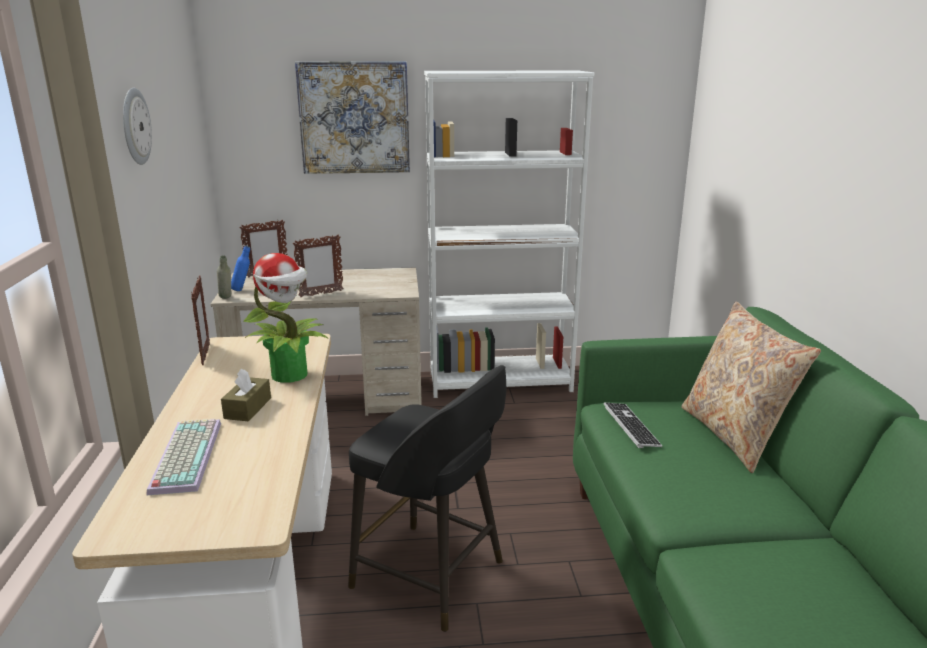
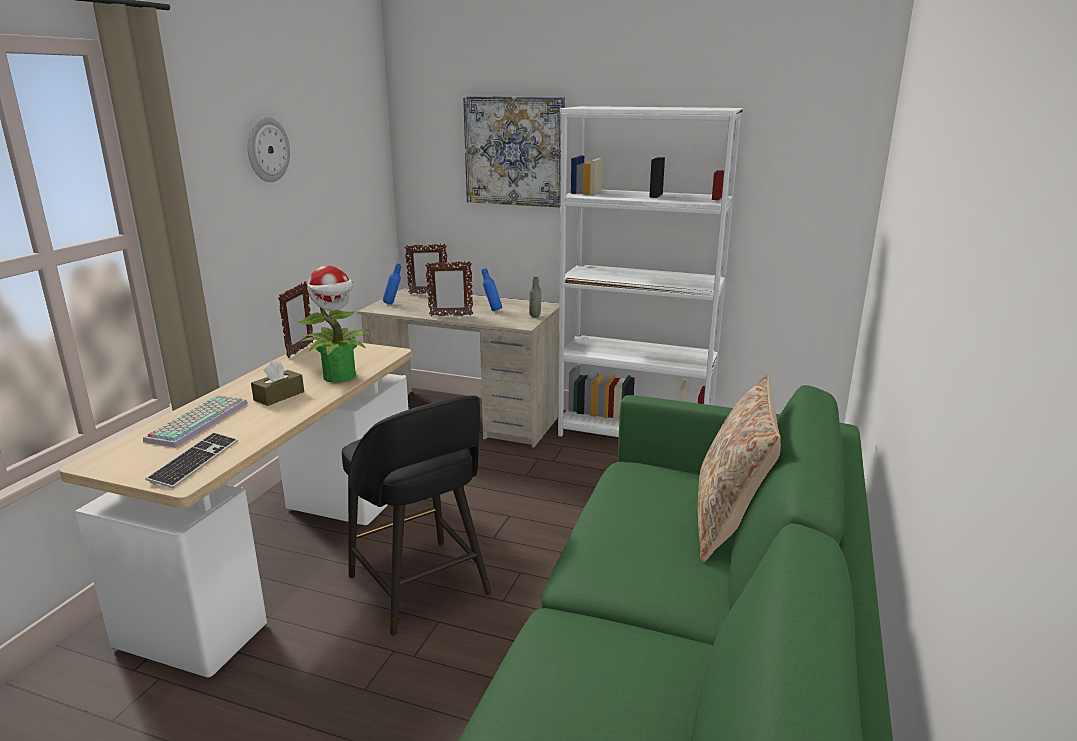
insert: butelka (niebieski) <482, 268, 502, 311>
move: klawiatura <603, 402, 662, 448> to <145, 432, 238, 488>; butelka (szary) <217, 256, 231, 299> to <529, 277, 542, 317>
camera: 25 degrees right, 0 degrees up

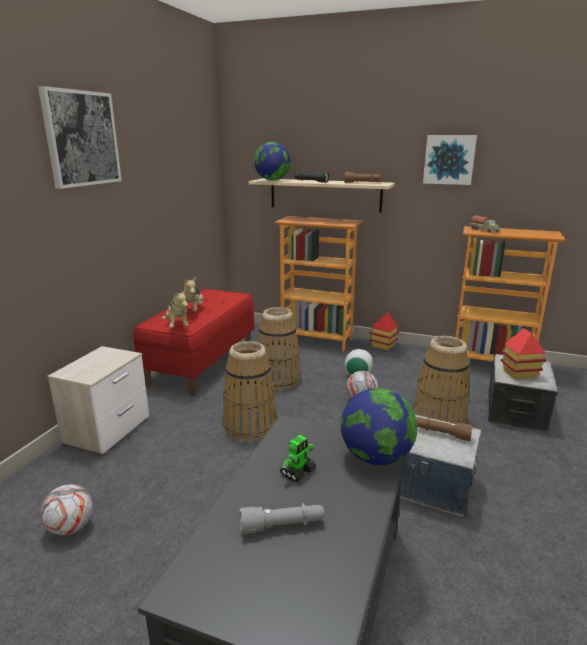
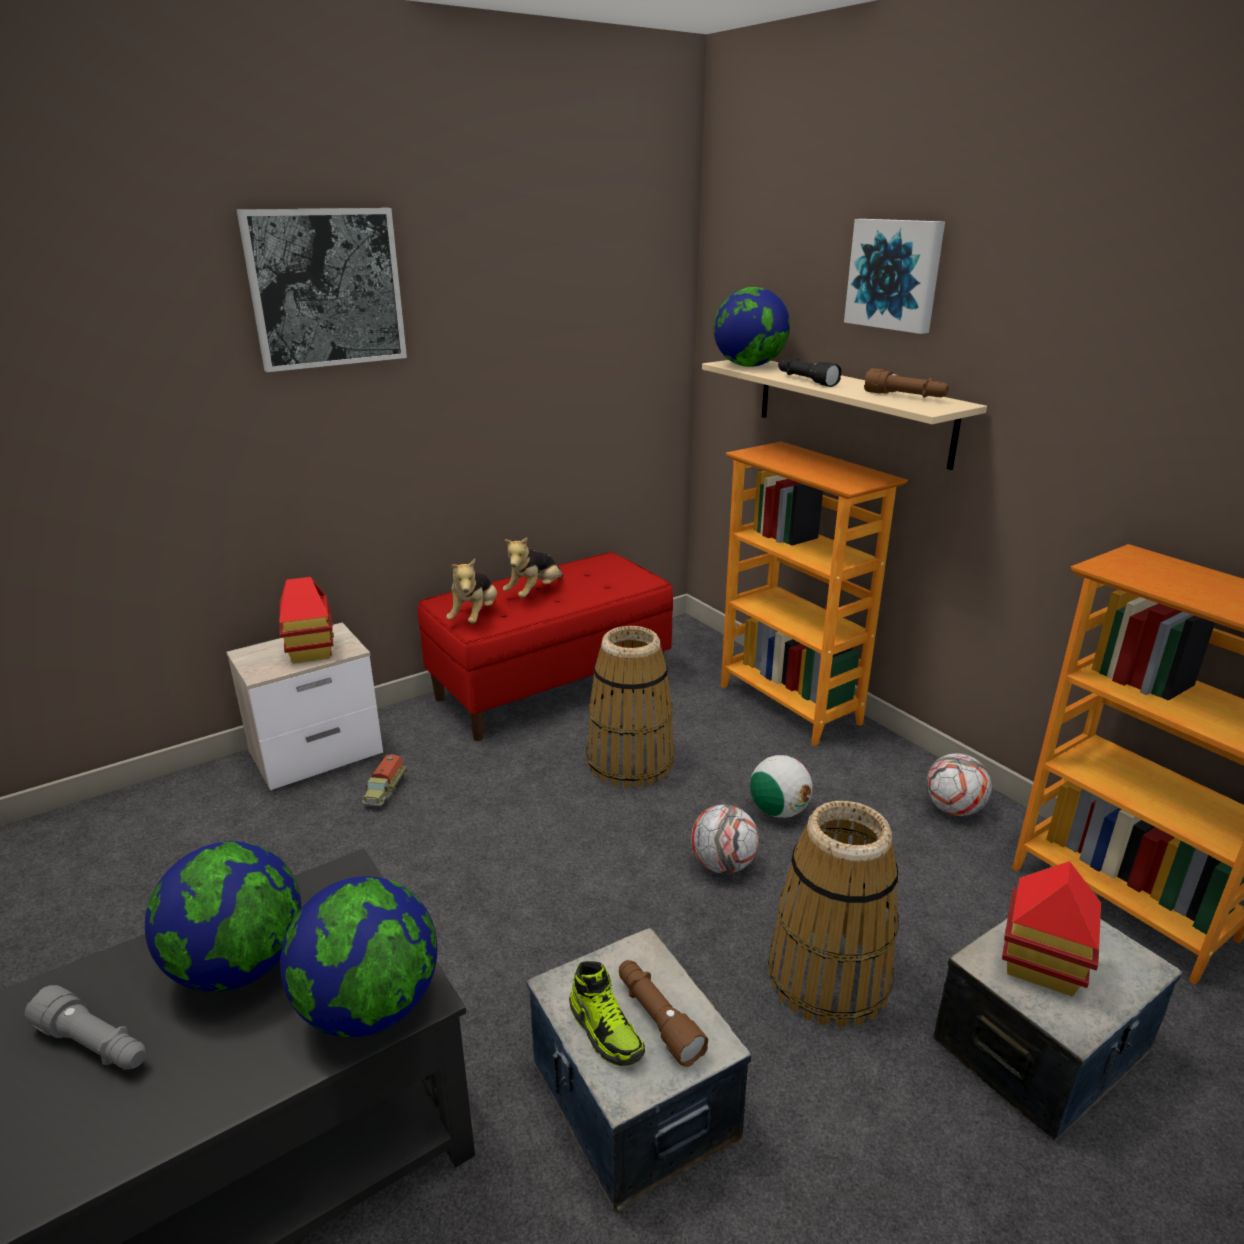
delete: koszyk <222, 341, 277, 442>
insert: but <569, 961, 645, 1066>
move: domek <369, 313, 399, 351> to <279, 577, 334, 664>; ciężarówka zabawkowa <469, 215, 500, 233> to <362, 754, 407, 807>; obraz <423, 135, 477, 185> to <844, 219, 945, 334>; piłka futbolowa <41, 484, 93, 535> to <926, 753, 992, 816>
replace: robot zabawkowy <280, 435, 316, 482> to globus <145, 841, 301, 992>
camera: 35 degrees right, 5 degrees up

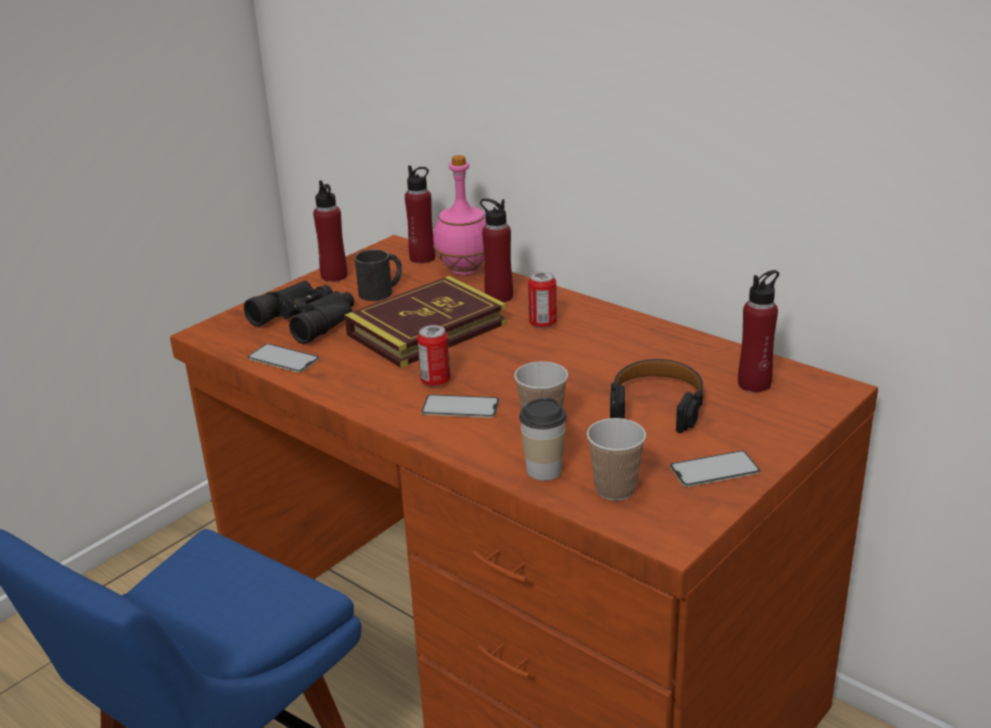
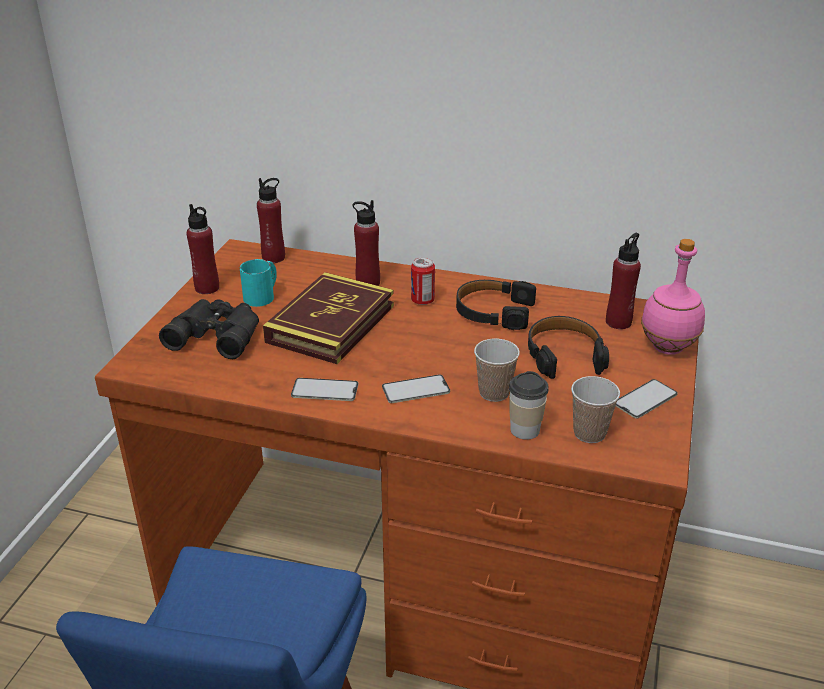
delete: puszka <417, 325, 451, 387>
insert: słuchawki (czarny) <456, 280, 536, 330>
move: telefon <248, 344, 319, 373> to <291, 378, 358, 401>; butelka (różowy) <433, 155, 486, 275> to <641, 239, 705, 355>
recolor: kubek (czarny) <355, 249, 402, 301> to kubek (turkusowy) <240, 259, 277, 307>
camera: 25 degrees left, 5 degrees up

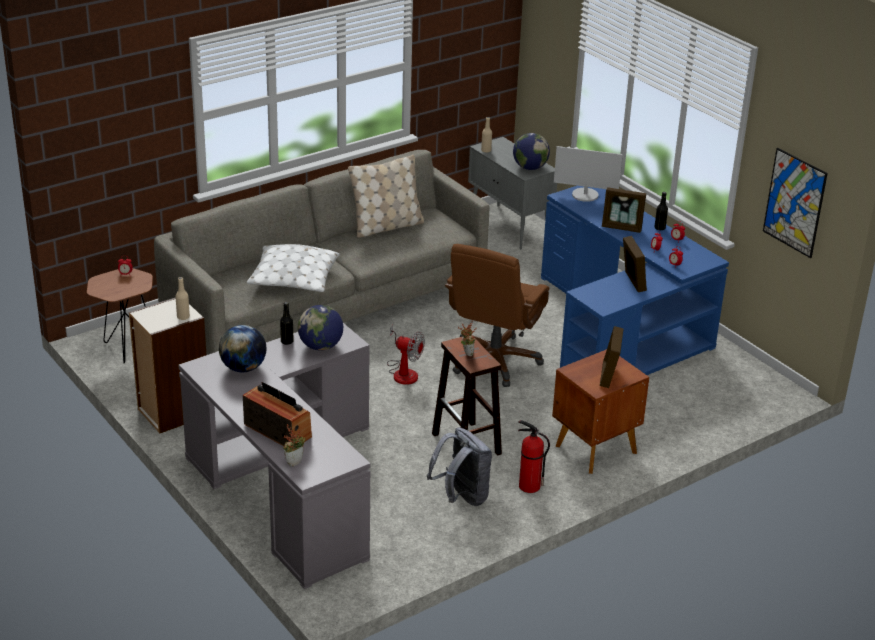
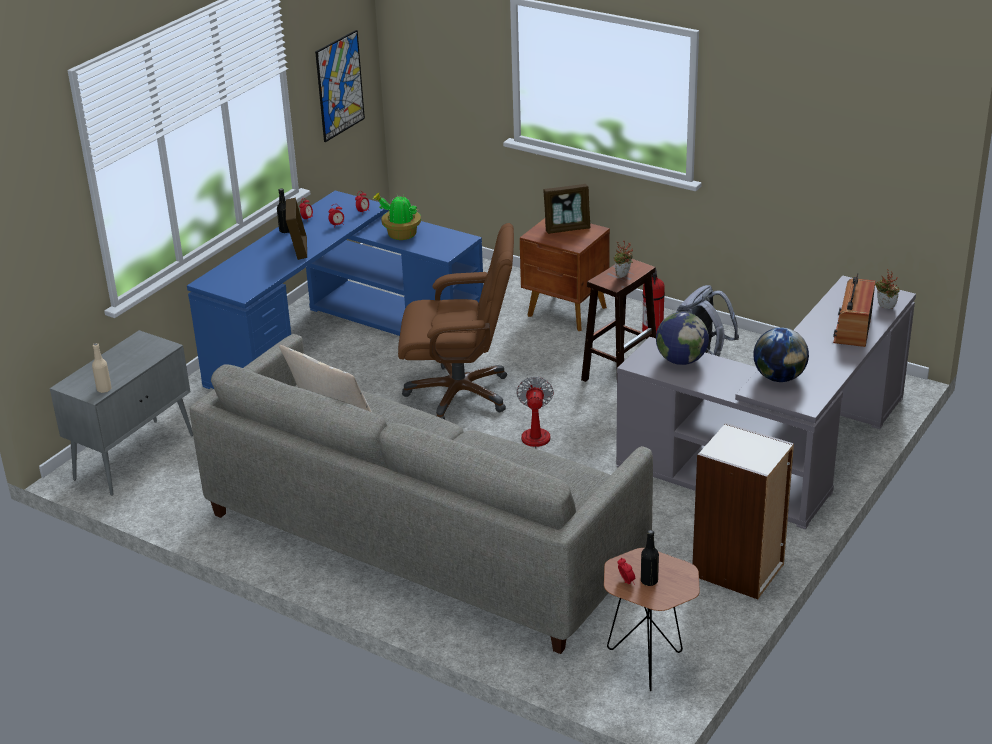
delete: butelka (beżowy) <175, 277, 190, 320>; poduszka (biały) <247, 244, 340, 292>; globus <513, 133, 550, 170>; monitor <554, 146, 623, 202>
move: butelka (czarny) <280, 302, 294, 345> to <641, 530, 659, 586>
replace: ramka na zdjęcie <623, 236, 647, 292> to roślina doniczkowa <372, 193, 421, 240>
camera: 110 degrees left, 0 degrees up

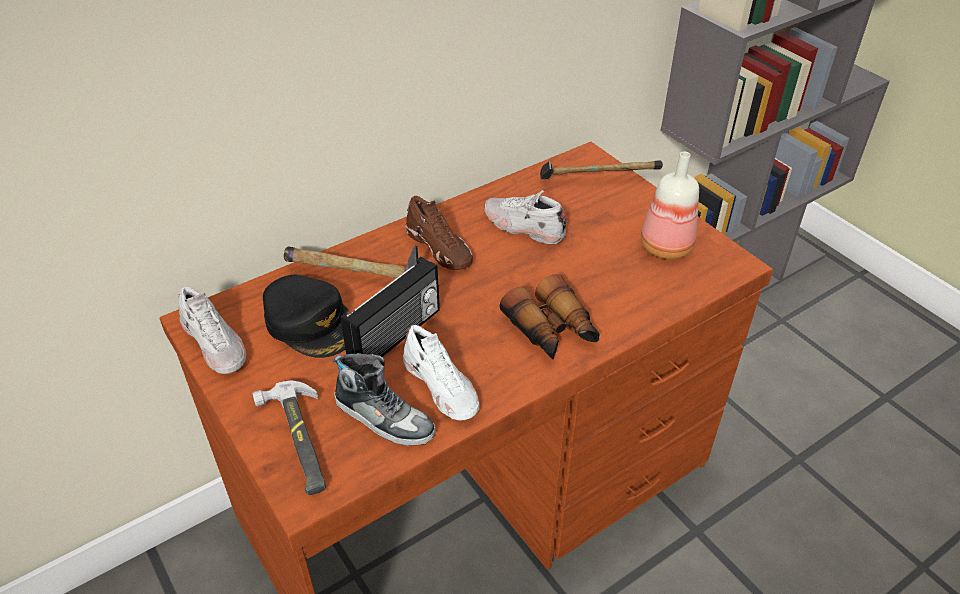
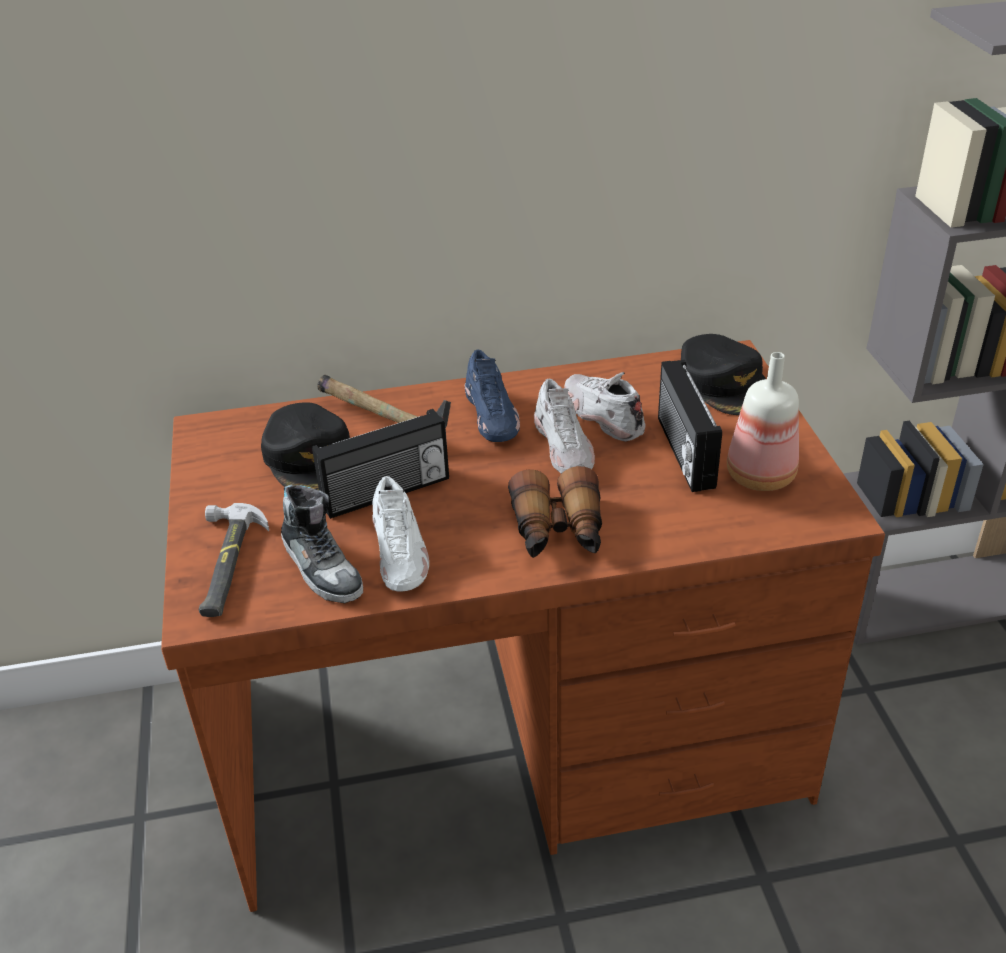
insert: radio <658, 360, 722, 492>
move: but (biały) <178, 286, 246, 374> to <534, 379, 595, 474>
replace: młotek <540, 160, 663, 179> to czapka z daszkiem (czarny) <681, 334, 766, 415>
recolor: but (brązowy) <405, 196, 473, 270> to but (niebieski) <464, 350, 520, 442>
camera: 25 degrees right, 5 degrees down

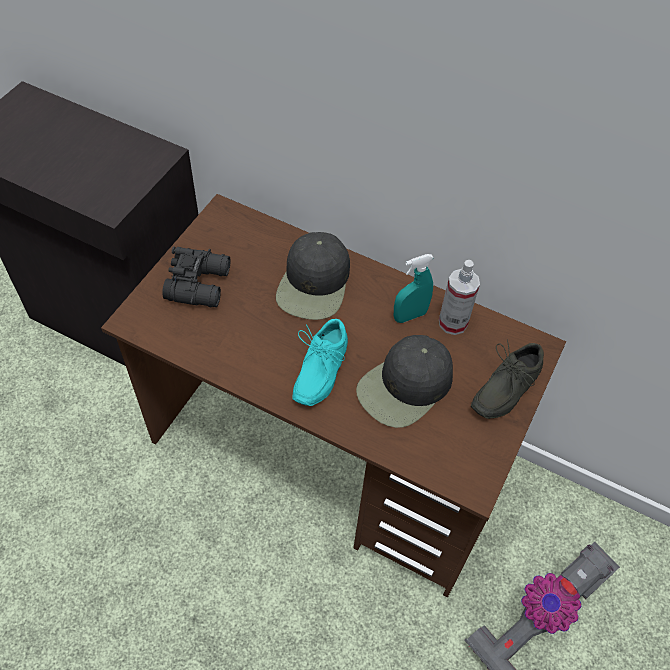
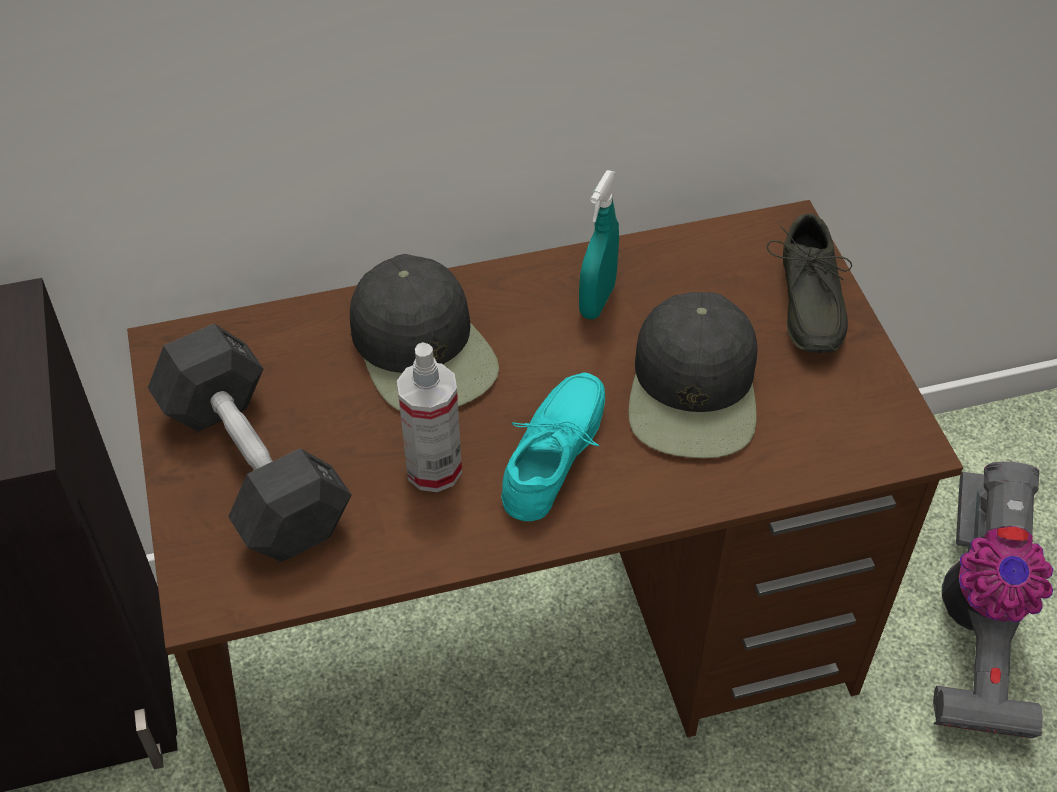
move: spryskiwacz <439, 260, 480, 335> to <397, 342, 462, 492>
replace: lornetka (czarny) <162, 246, 230, 307> to hantel (szary) <148, 323, 352, 562>
rotate: but (turkusowy) <292, 319, 348, 406> = <501, 372, 605, 521> 135 degrees counterclockwise
camera: 40 degrees left, 5 degrees down

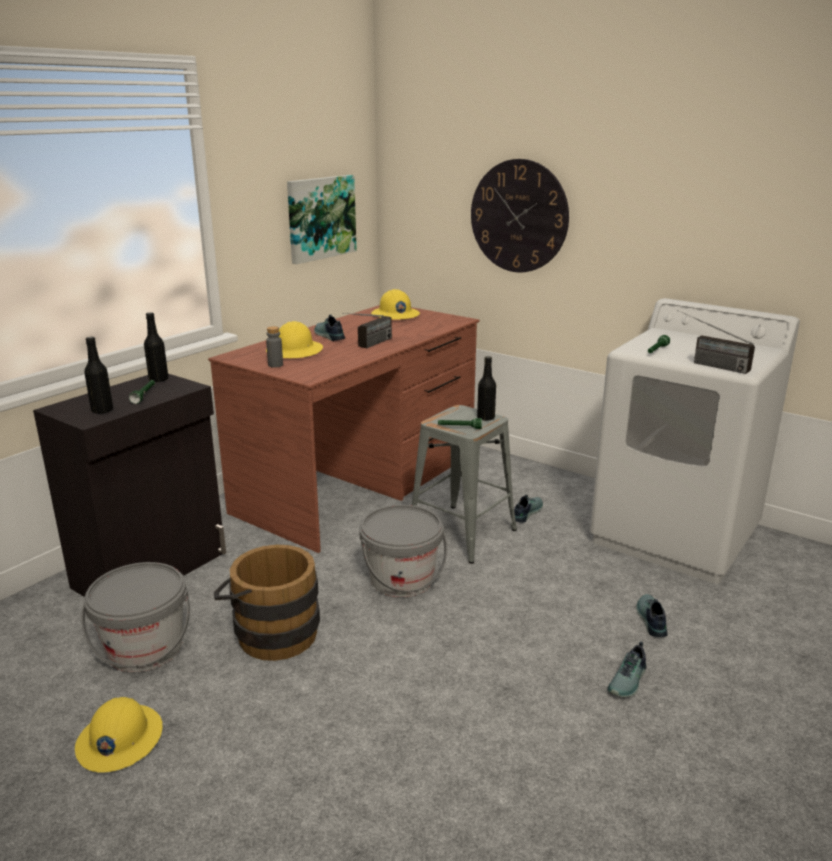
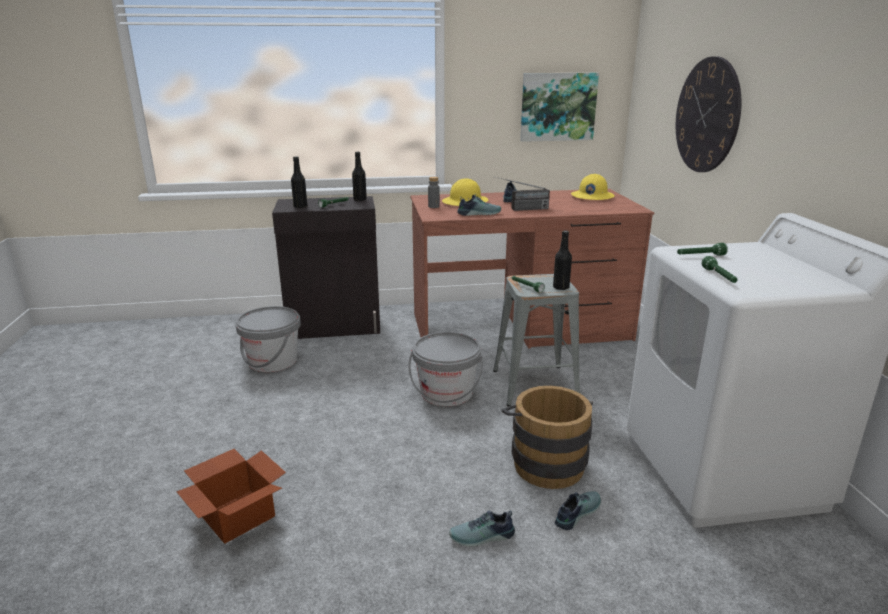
delete: kask (żółty) <75, 697, 162, 773>
insert: karton <176, 449, 286, 544>
move: but <514, 495, 543, 523> to <457, 194, 501, 216>; wiadro (brązowy) <214, 545, 320, 661> to <502, 386, 593, 489>
replace: radio <677, 310, 755, 374> to latarka (zielony) <702, 256, 738, 283>
camera: 45 degrees right, 0 degrees up

